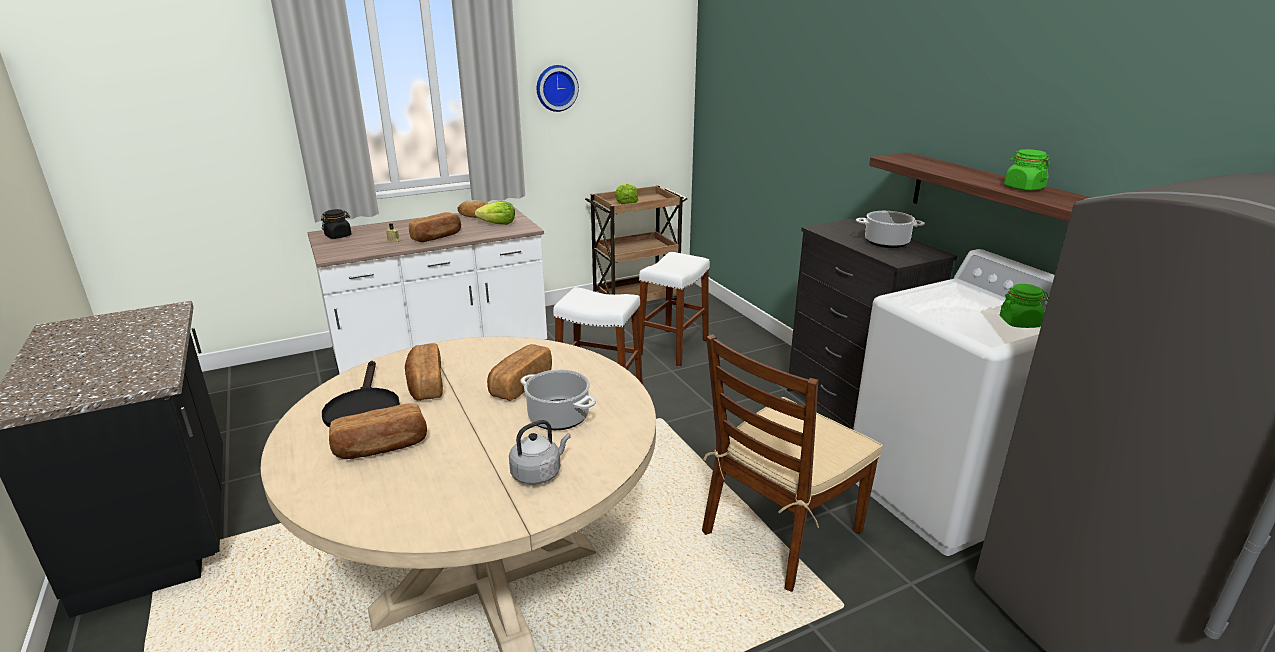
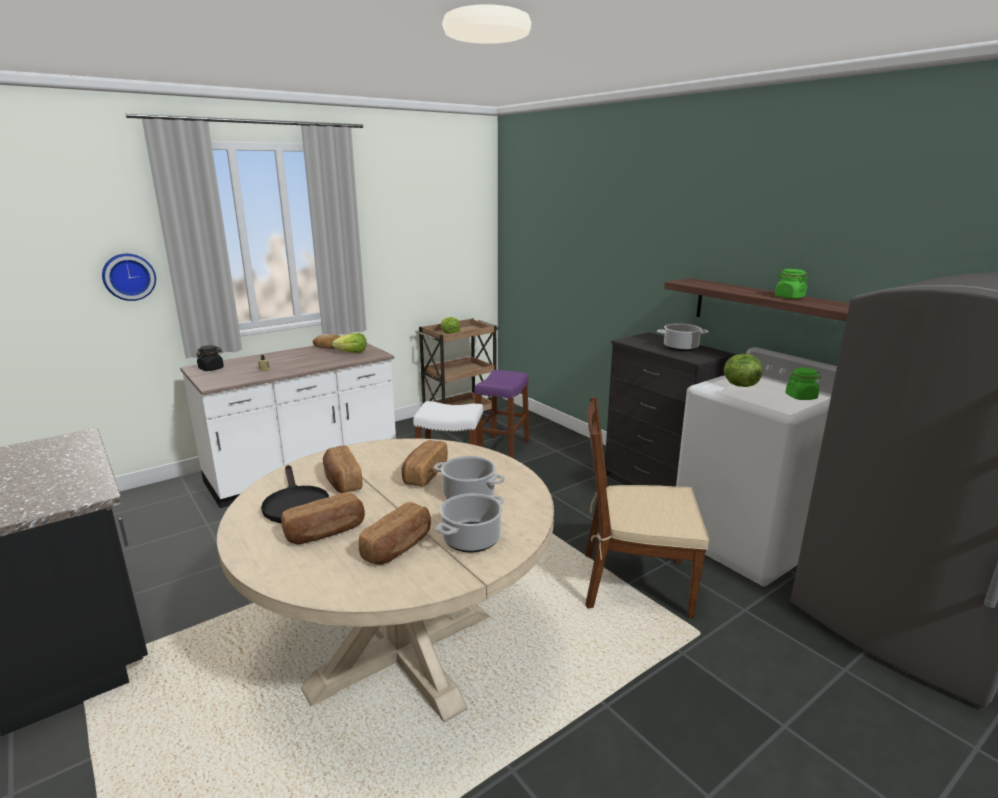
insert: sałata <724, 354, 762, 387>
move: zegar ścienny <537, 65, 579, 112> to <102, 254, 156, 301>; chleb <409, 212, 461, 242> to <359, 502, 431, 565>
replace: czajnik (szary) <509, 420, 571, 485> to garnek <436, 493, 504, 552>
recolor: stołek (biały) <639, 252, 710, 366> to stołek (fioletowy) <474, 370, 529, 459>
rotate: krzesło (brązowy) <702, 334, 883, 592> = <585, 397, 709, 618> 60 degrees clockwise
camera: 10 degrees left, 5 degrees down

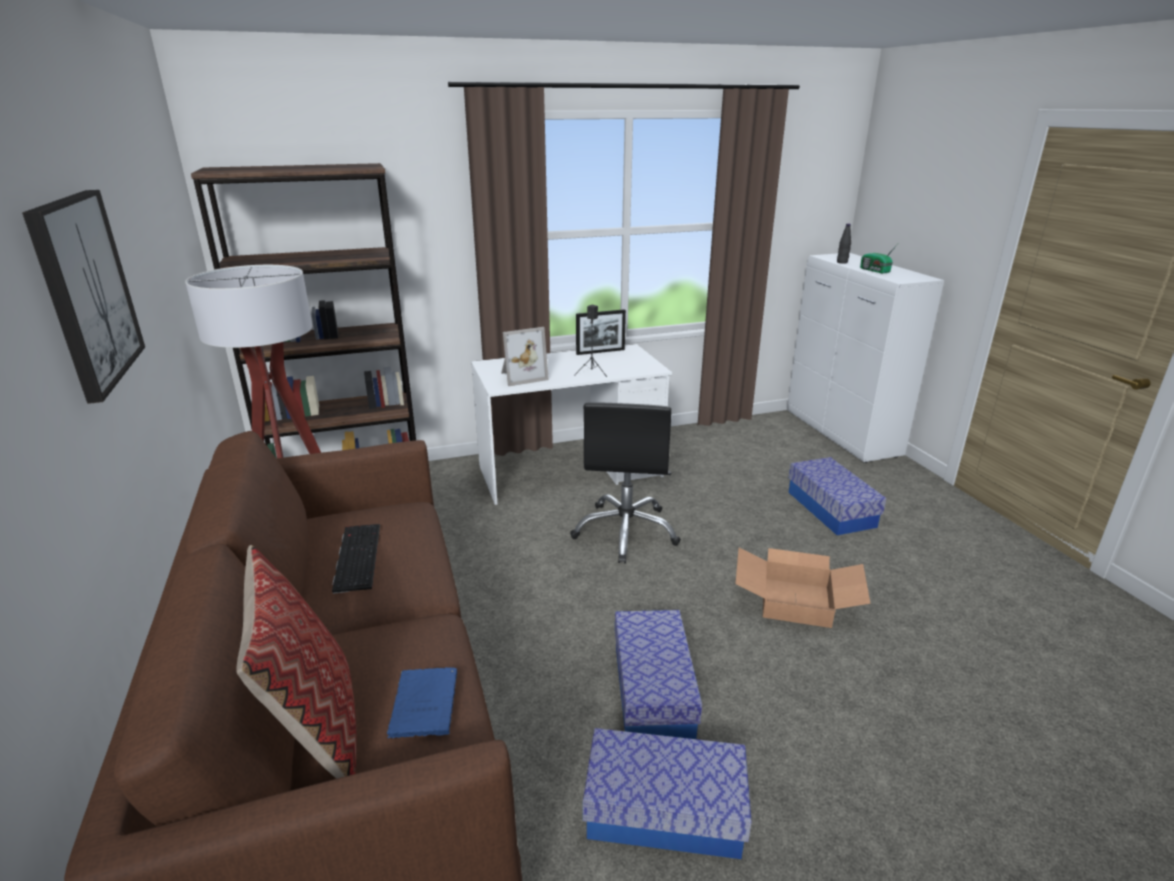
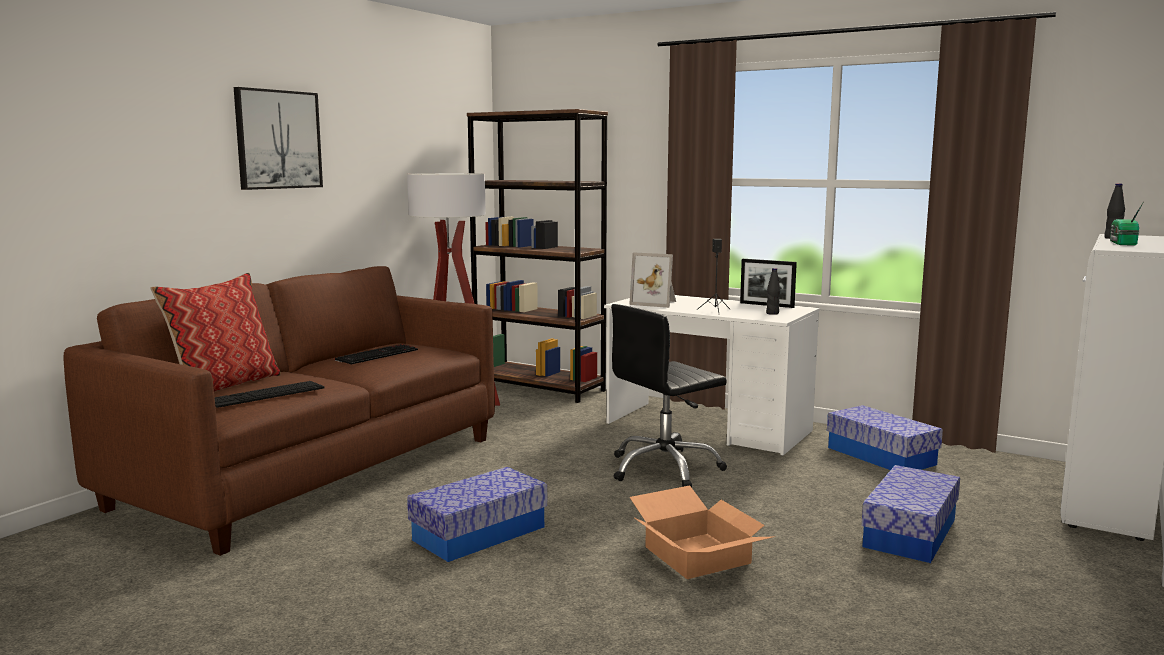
insert: butelka (czarny) <766, 268, 780, 315>
move: pojemnik do przechowywania <583, 728, 752, 859> to <827, 405, 943, 470>
replace: książka (niebieski) <387, 667, 457, 738> to klawiatura <214, 381, 325, 408>
camera: 50 degrees right, 15 degrees down

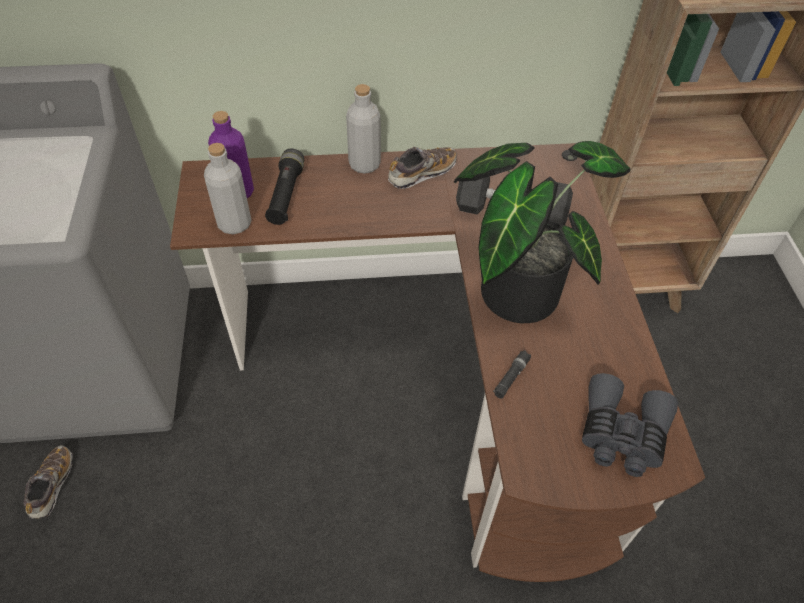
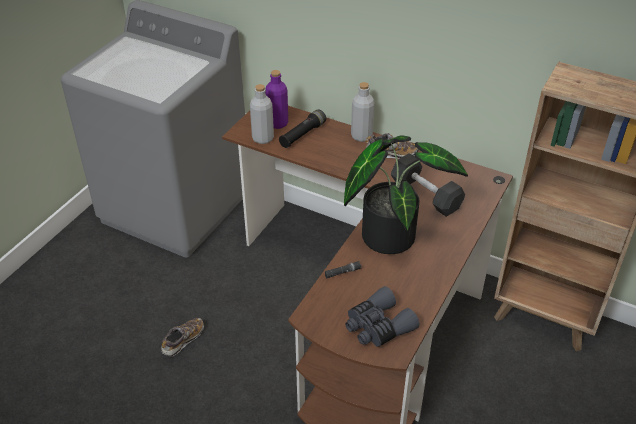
move: but <24, 446, 73, 519> to <161, 318, 204, 357>
camera: 35 degrees right, 10 degrees down

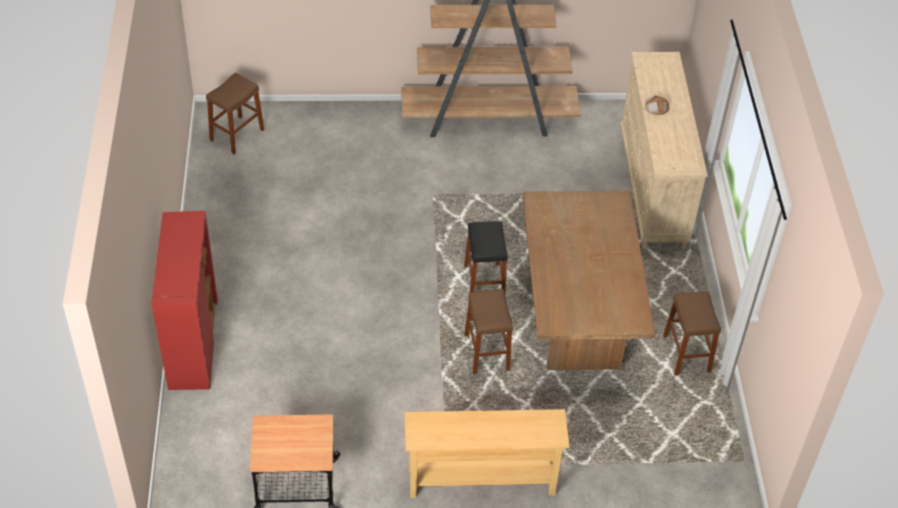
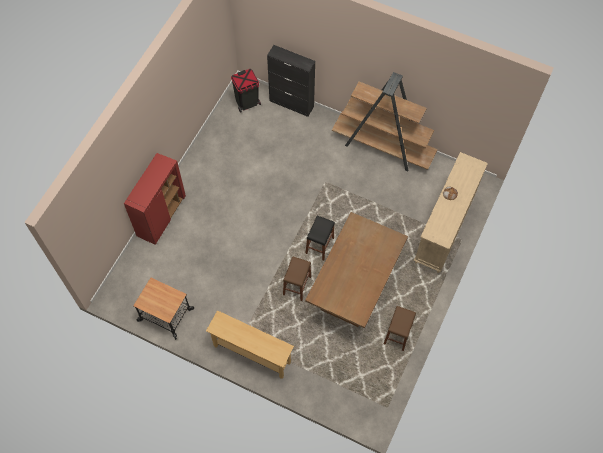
insert: szafka (czarny) <267, 45, 315, 117>
replace: stołek (brązowy) <206, 73, 264, 154> to kosz na śmieci (czarny) <231, 69, 261, 113>
camera: 30 degrees right, 15 degrees up

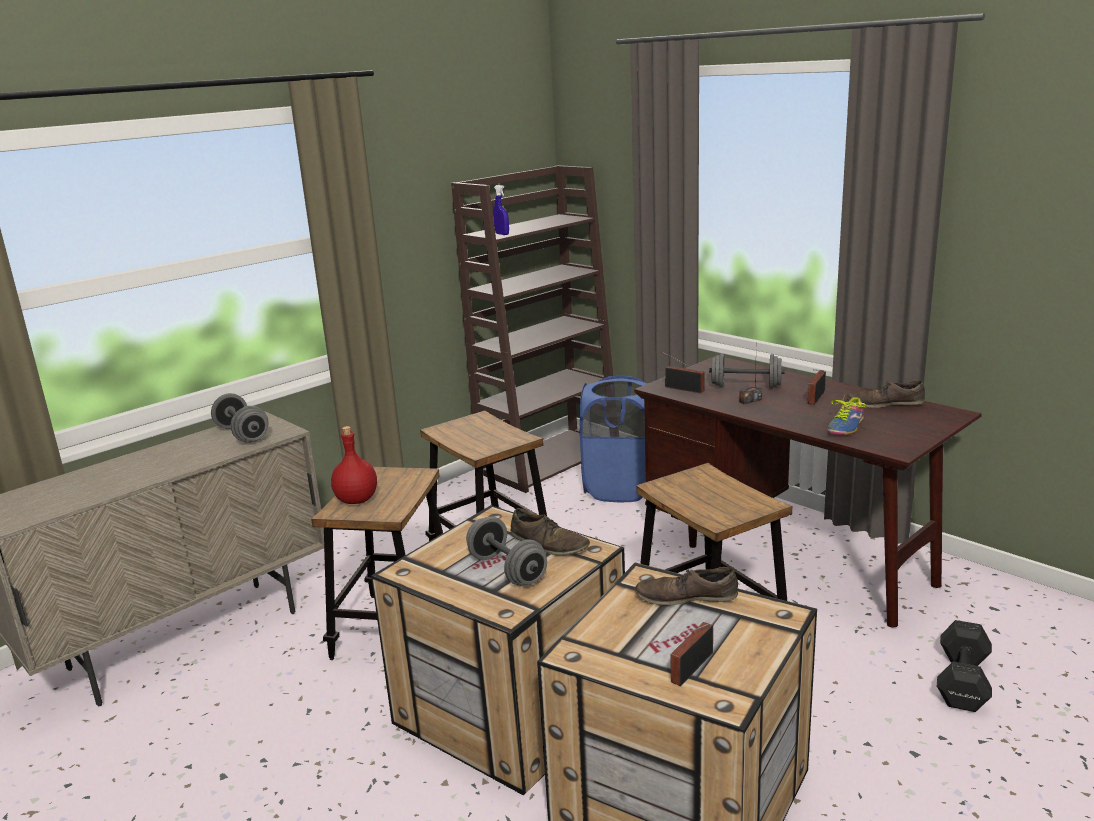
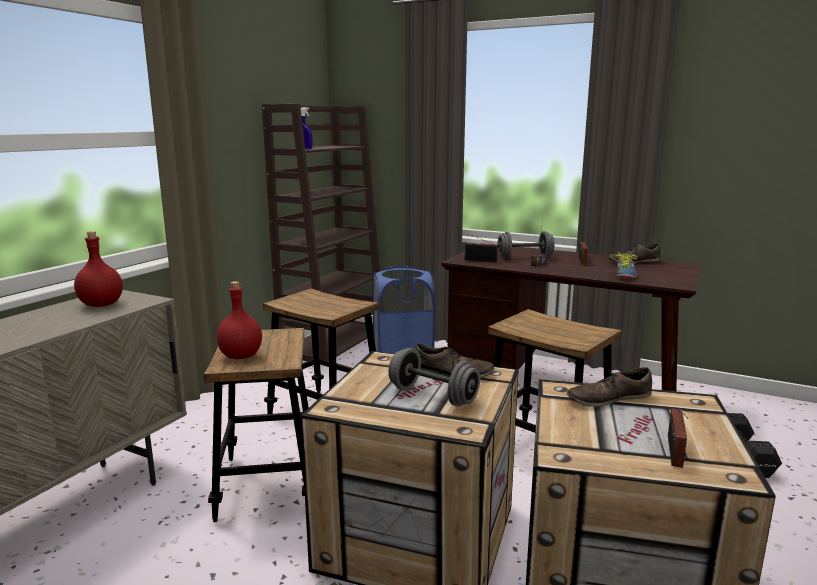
replace: hantel (szary) <211, 393, 268, 443> to butelka (czerwony) <74, 231, 123, 307>
camera: 20 degrees left, 5 degrees down

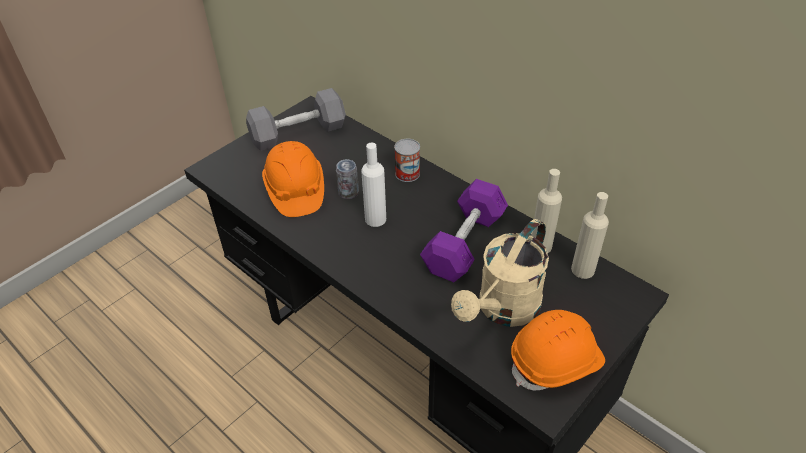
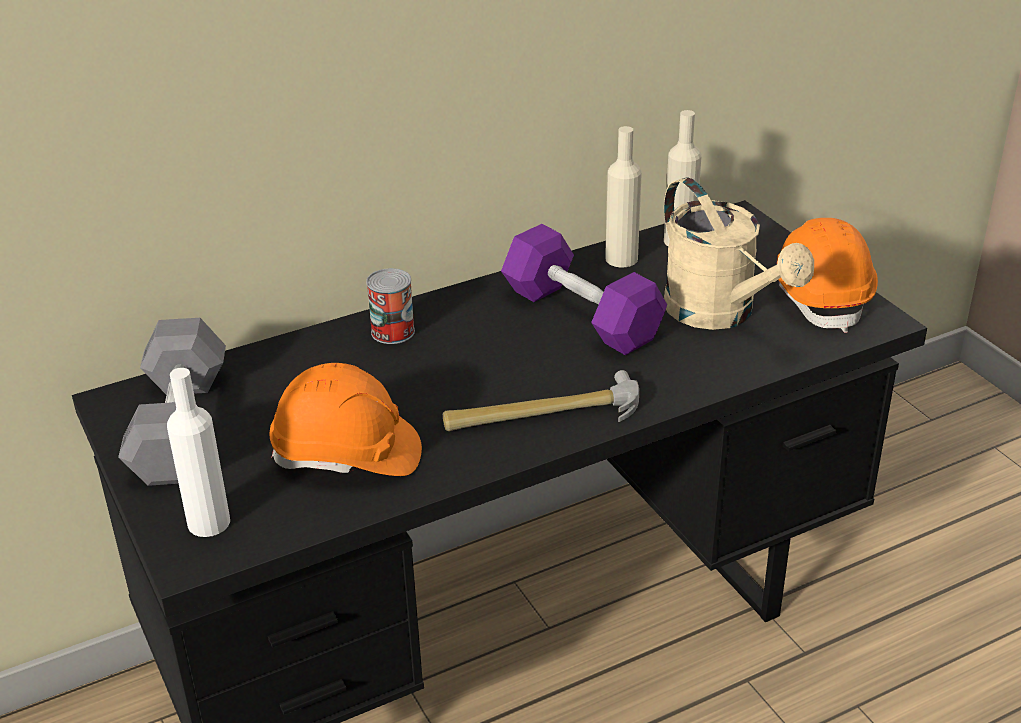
delete: puszka <336, 159, 359, 199>
insert: młotek <443, 370, 639, 431>
move: butelka (biały) <361, 143, 386, 227> to <167, 368, 230, 537>
camera: 70 degrees left, 10 degrees down

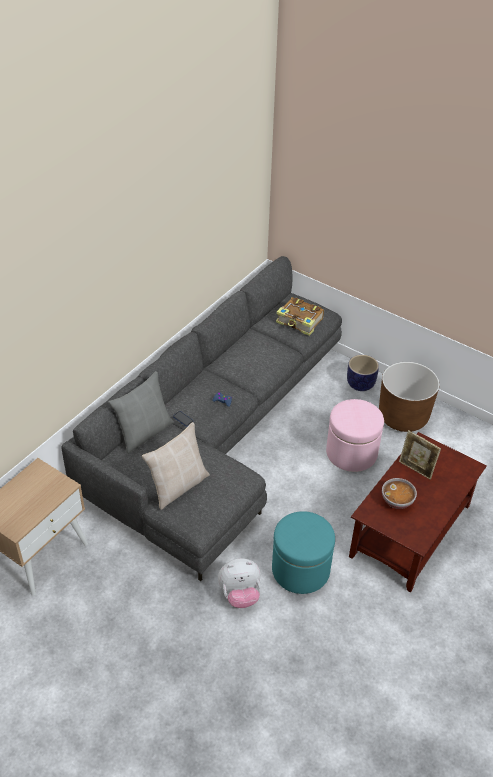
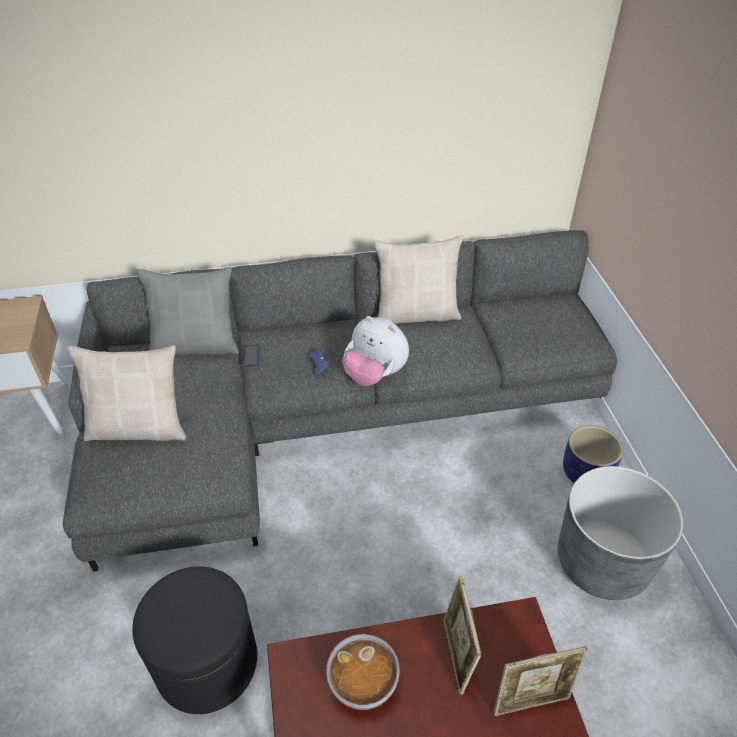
delete: książka <276, 297, 324, 336>; pufa (różowy) <326, 399, 384, 472>
insert: poduszka (beżowy) <374, 235, 463, 324>; ramka na zdjęcie <493, 647, 588, 716>
move: pluszak <218, 558, 261, 608> to <342, 316, 409, 386>
recolor: pufa (turkusowy) <272, 511, 335, 594> to pufa (czarny) <133, 566, 257, 714>; donica (brązowy) <379, 362, 440, 432> to donica (szary) <558, 466, 683, 600>
camera: 45 degrees right, 0 degrees up

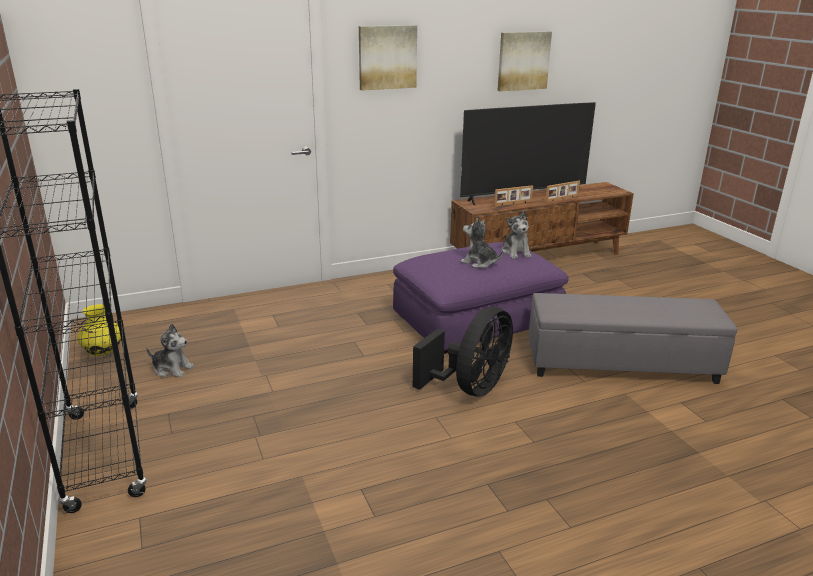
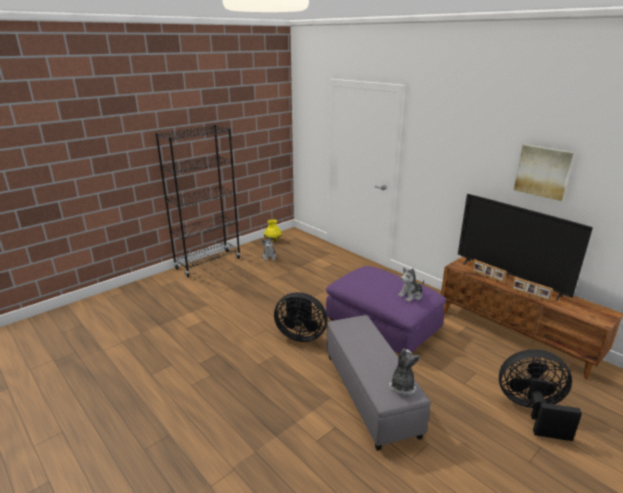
delete: obraz <359, 25, 417, 91>
insert: wentylator (czarny) <499, 349, 582, 441>
move: pluszak <460, 218, 503, 268> to <389, 349, 420, 395>
camera: 70 degrees right, 0 degrees up

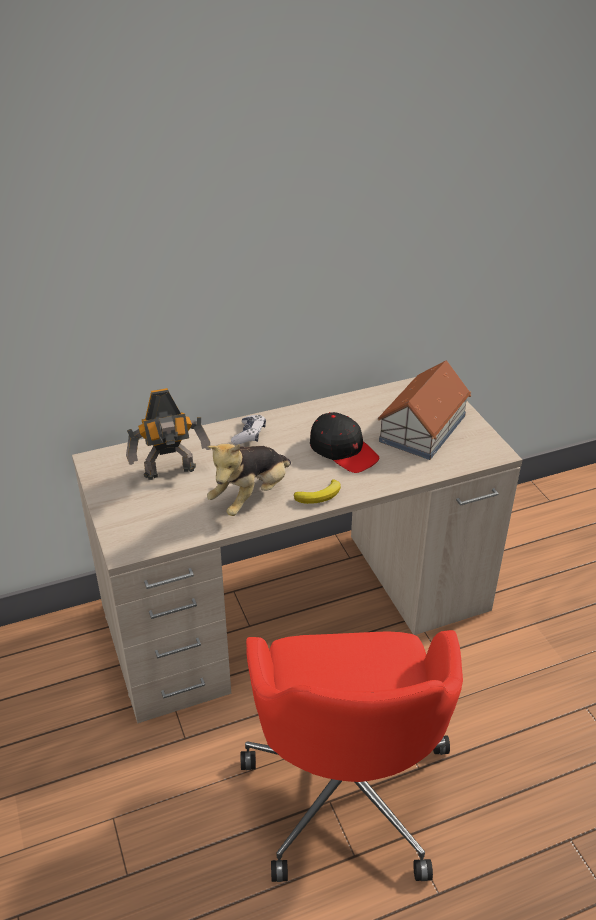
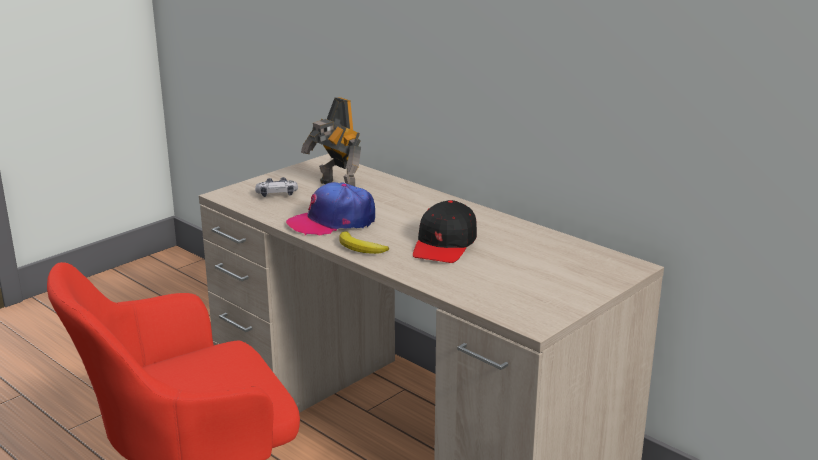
delete: domek <378, 360, 471, 460>
move: pad do gier <231, 415, 266, 444> to <255, 177, 298, 197>
replace: pluszak <207, 444, 291, 516> to czapka z daszkiem <286, 182, 375, 236>
camera: 65 degrees right, 15 degrees down

